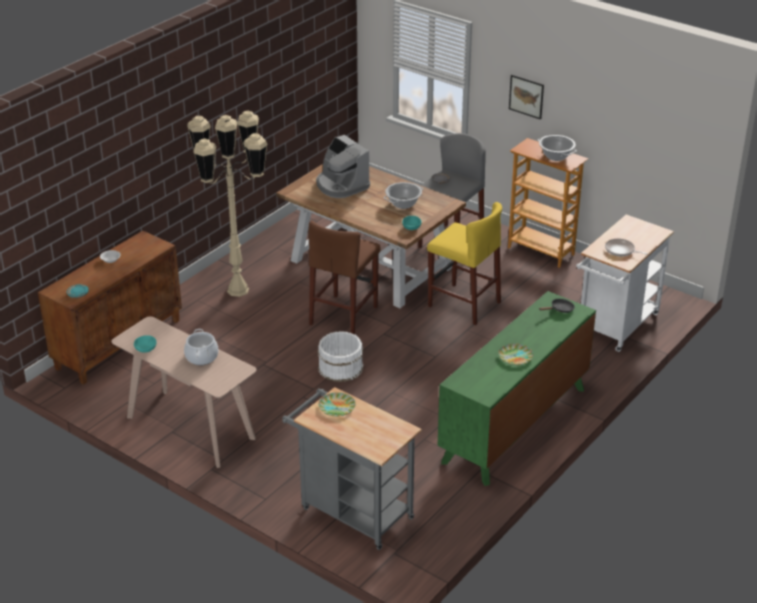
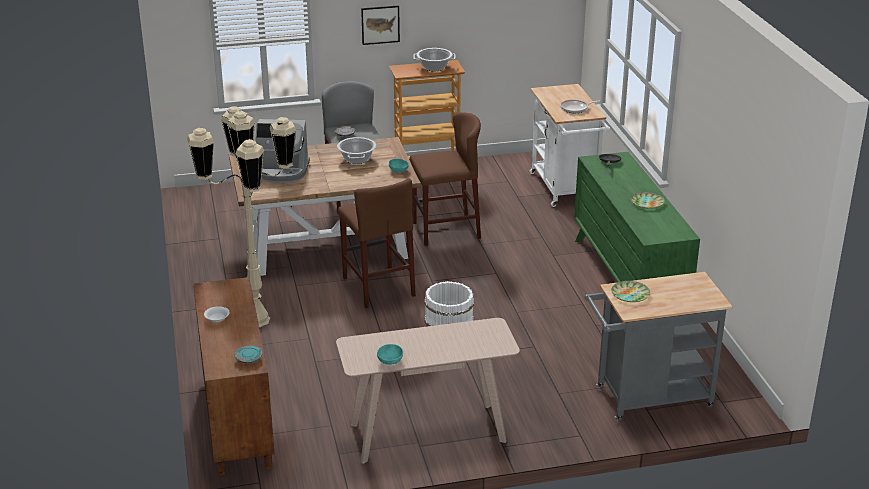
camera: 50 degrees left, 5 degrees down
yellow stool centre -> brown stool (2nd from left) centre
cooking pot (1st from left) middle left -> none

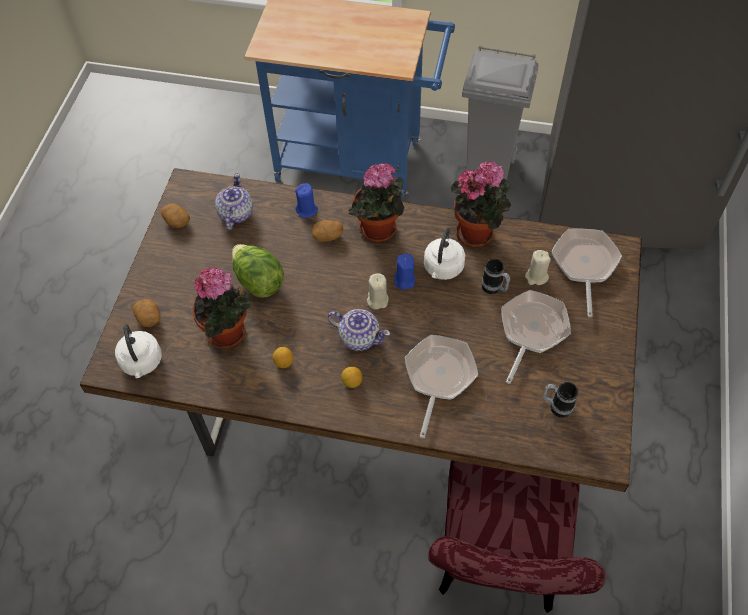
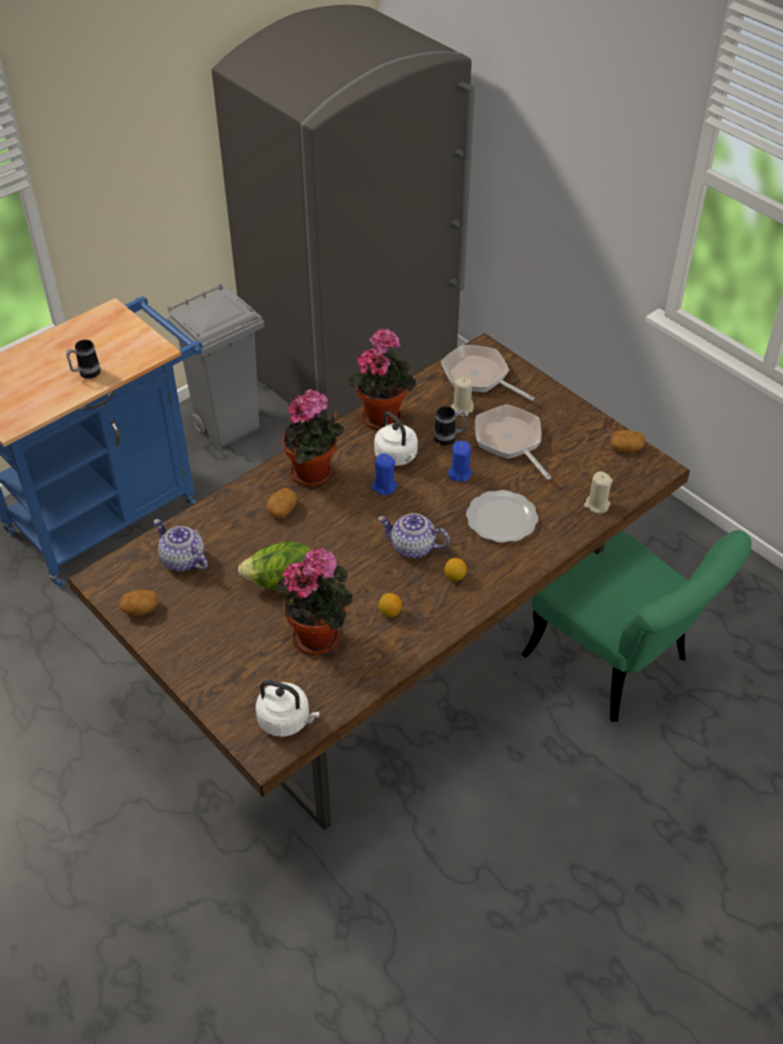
camera: 55 degrees left, 10 degrees down
mug (2nd from left in the first image) middle right -> mug (1st from left) middle left, move
teapot (2nd from left) centre, 135 degrees counterclockwise
blue candle (1st from left in the first image) top centre -> blue candle (2nd from left) centre, move
frying pan (1st from left) centre -> plate centre
red chair bottom right -> green chair middle right
beige candle (1st from left in the first image) centre -> beige candle (2nd from left) middle right, move
potato (1st from left in the first image) middle left -> potato (3rd from left) middle right, move

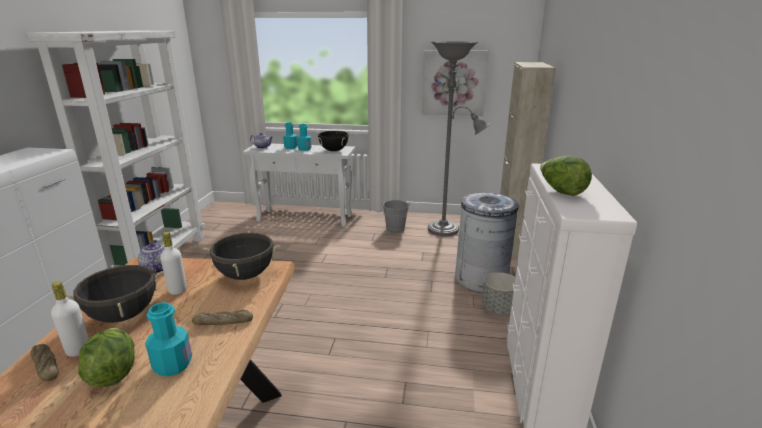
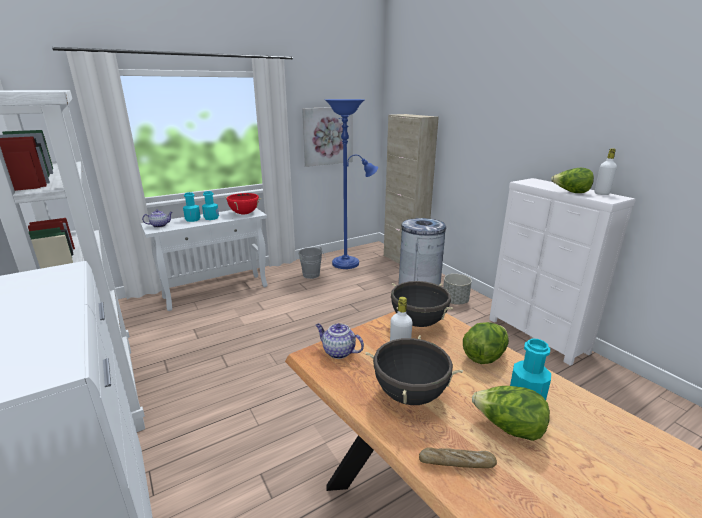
camera: 40 degrees left, 0 degrees up
black cooking pot (3rd from left) top centre -> red cooking pot centre
grey floor lamp top centre -> blue floor lamp centre
bread (2nd from left) bottom left -> lettuce (1st from left) middle right
white bottle (1st from left in the first image) bottom left -> white bottle (2nd from left) top right, move

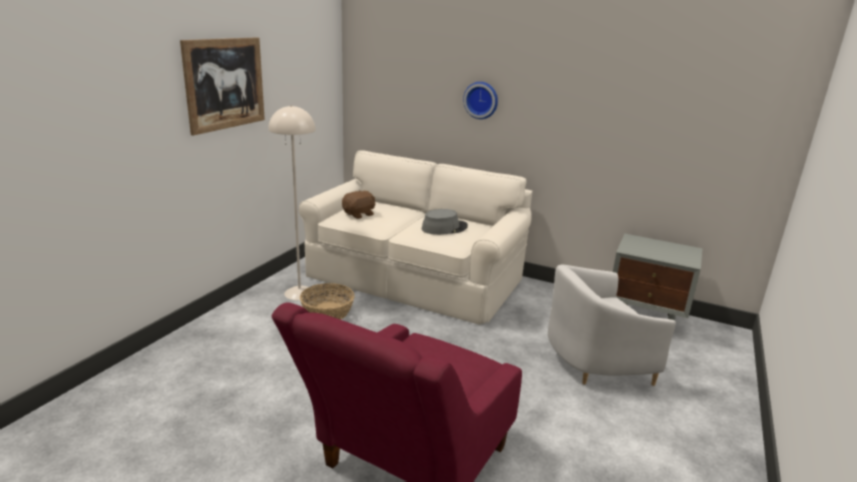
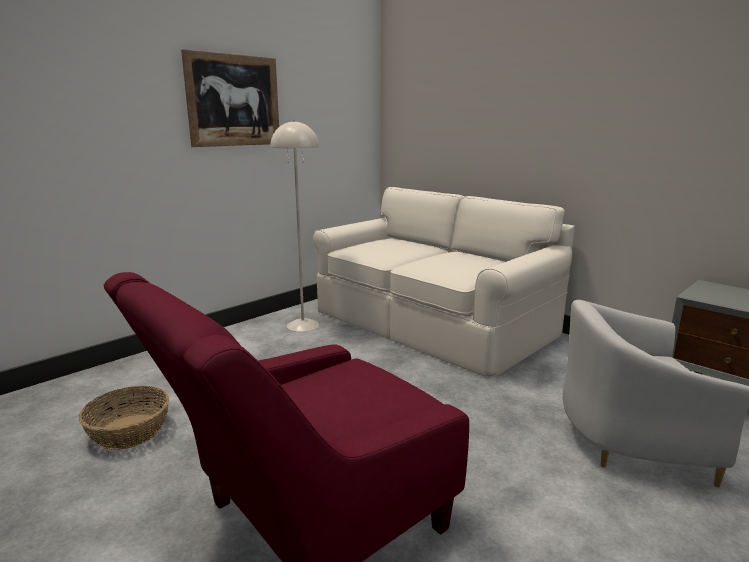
camera: 20 degrees right, 5 degrees down
basket centre -> basket bottom left, move
brown plush toy centre -> none
grey hat centre -> none
wall clock top centre -> none

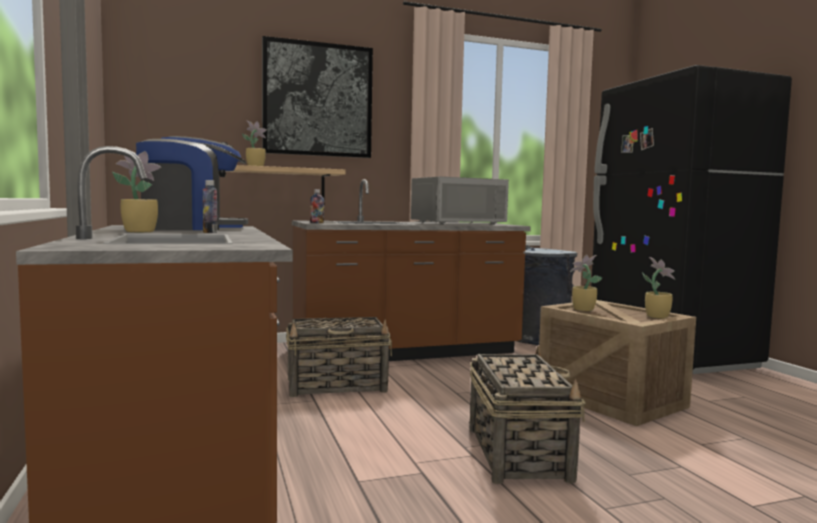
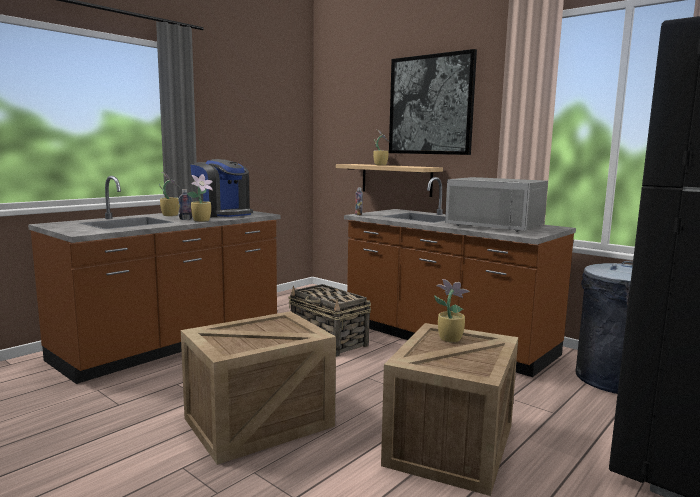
camera: 60 degrees right, 5 degrees up
basket (2nd from left) bottom centre -> crate (1st from left) bottom centre
potted plant (4th from left in the first image) middle right -> potted plant (2nd from left) middle left, move

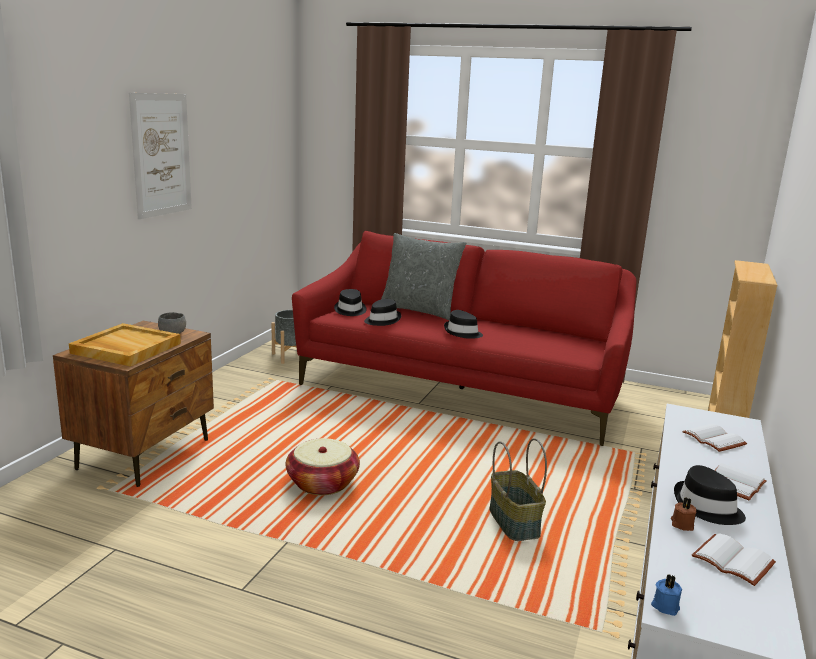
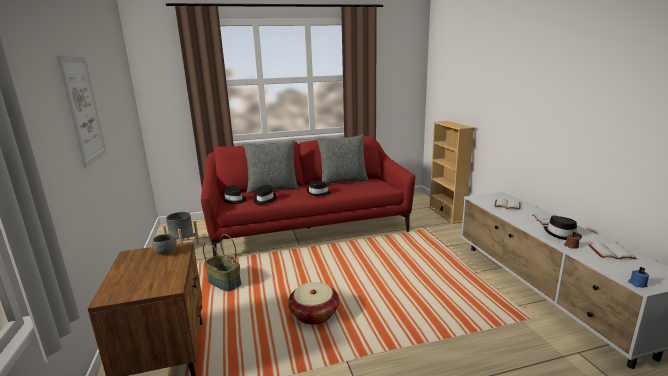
camera: 35 degrees left, 0 degrees up
basket (2nd from left in the first image) bottom centre -> basket (1st from left) bottom left, move
none -> grey pillow (2nd from left) centre
beige tray middle left -> none

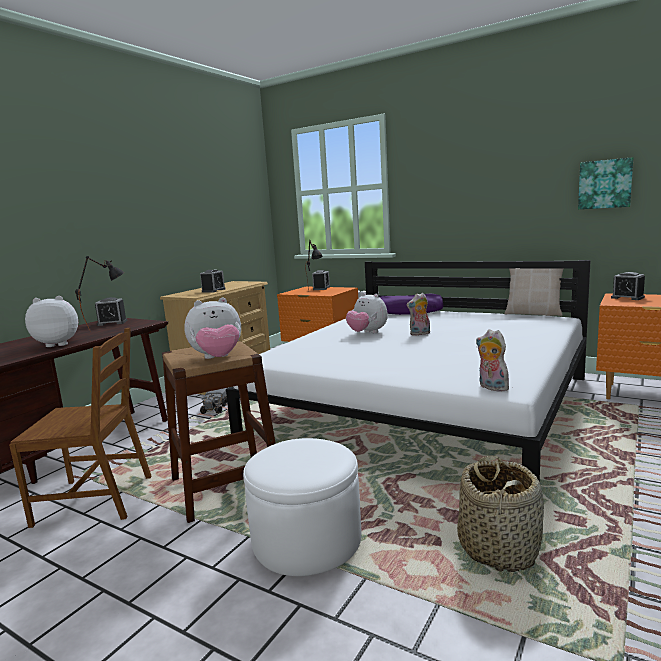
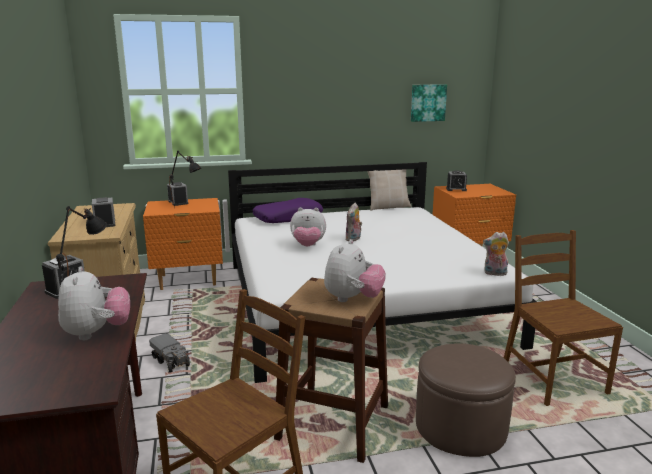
camera: 45 degrees left, 5 degrees up
plush toy (1st from left) middle left, 135 degrees clockwise
white ottoman bottom centre -> brown ottoman bottom right
basket bottom right -> brown chair (2nd from left) bottom right

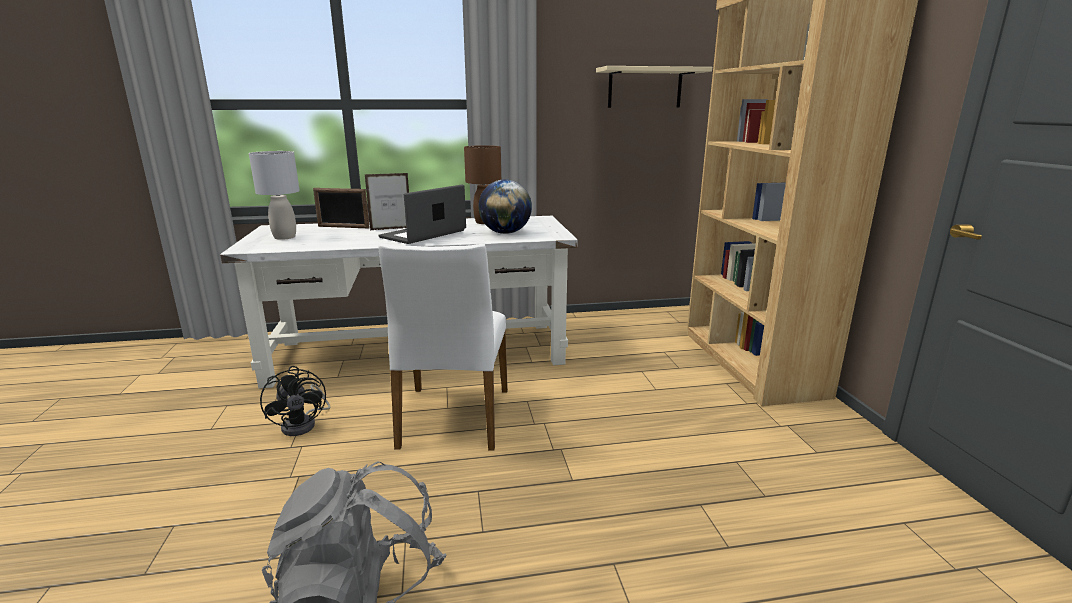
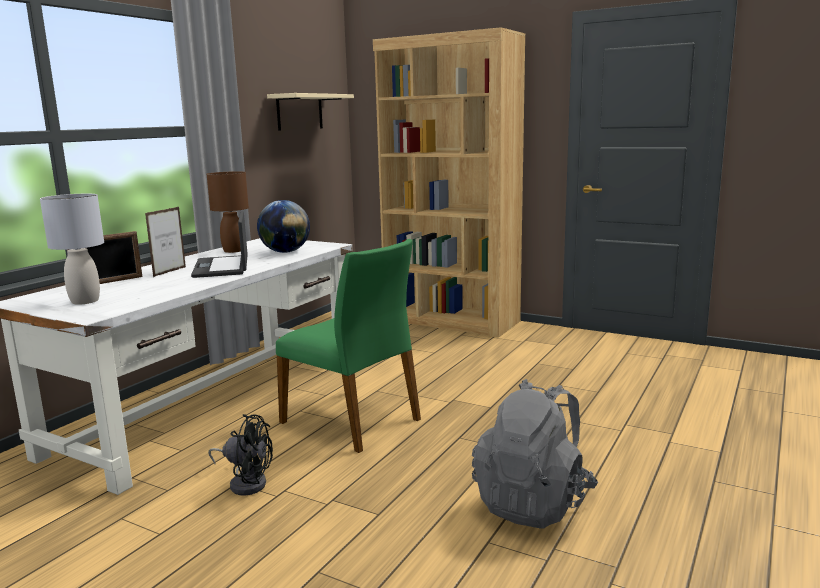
camera: 50 degrees left, 5 degrees down
white chair centre -> green chair centre

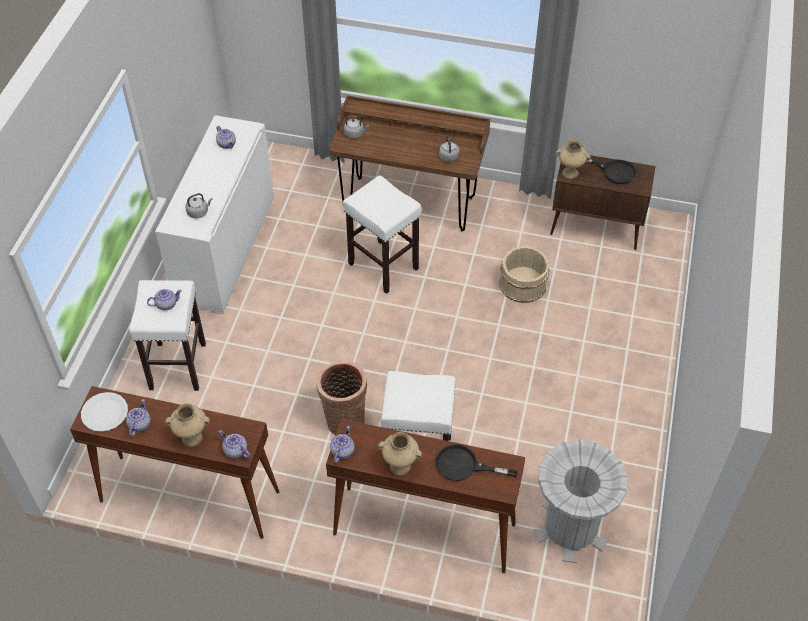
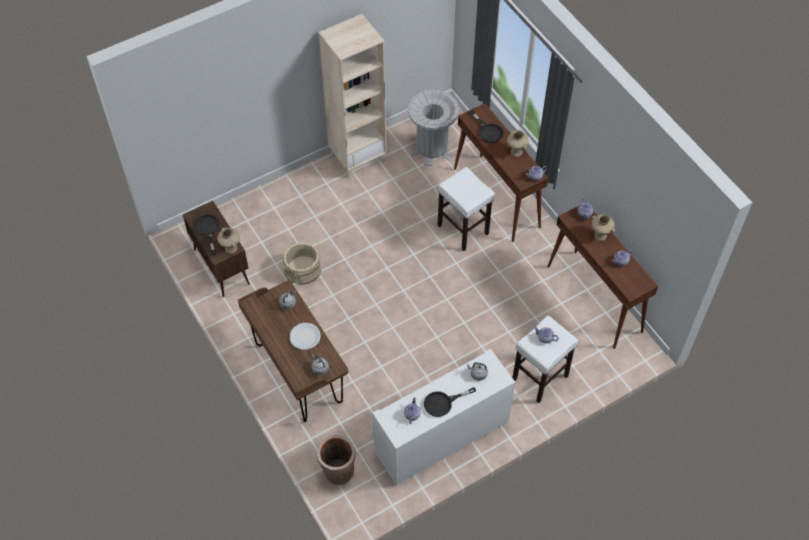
camera: 135 degrees left, 5 degrees up
white plate middle left -> white plate centre, move
basket centre -> basket bottom centre, move
none -> beige bookcase top centre
none -> black frying pan (2nd from left) bottom centre
white stool (2nd from left) centre -> none

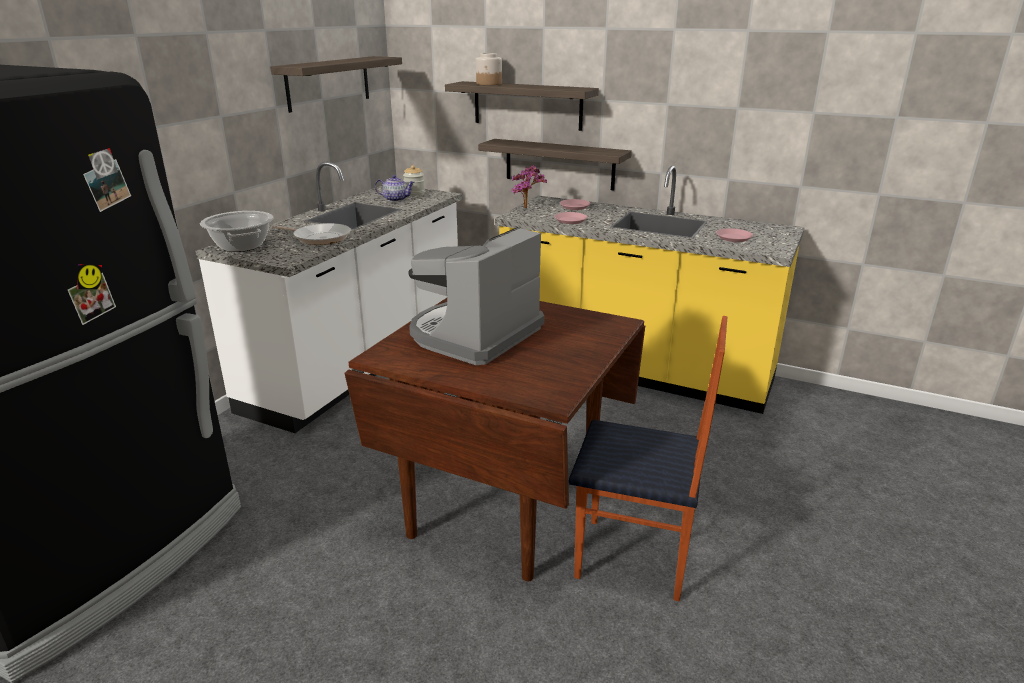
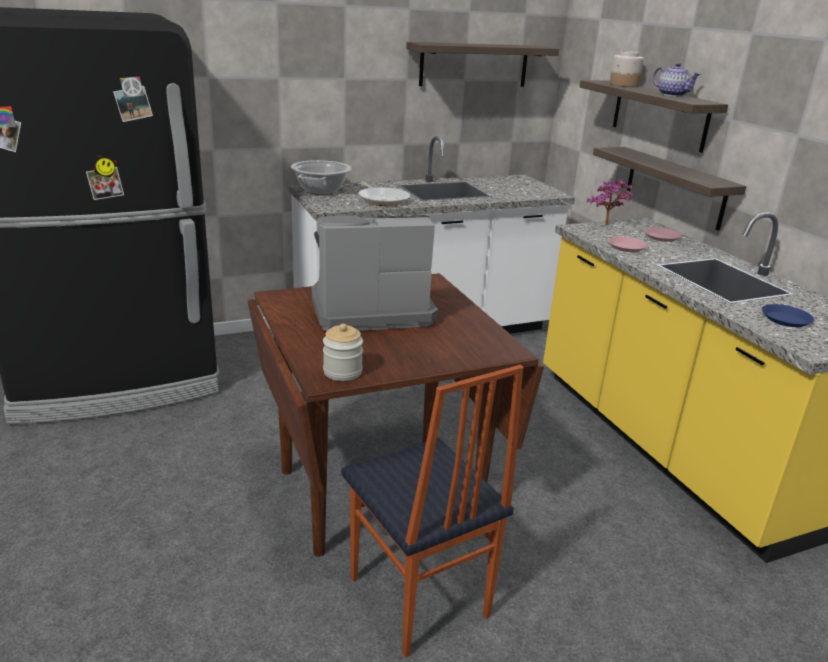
camera: 40 degrees right, 0 degrees up
jar (1st from left) top centre -> jar (1st from left) centre, move
teapot top centre -> teapot top right, move
pink plate (3rd from left) middle right -> blue plate middle right

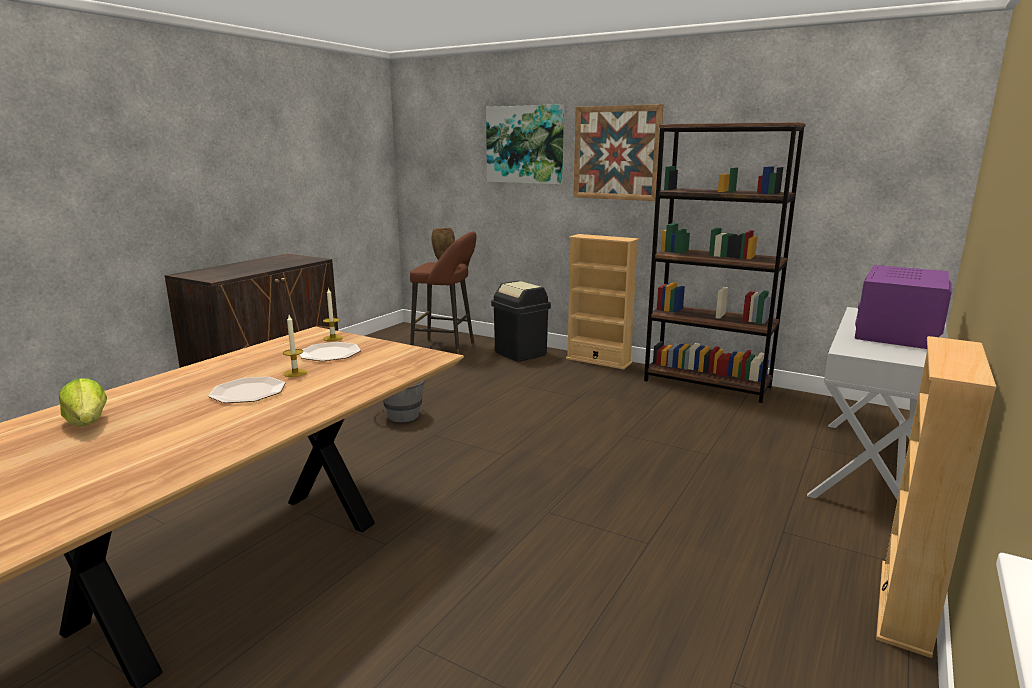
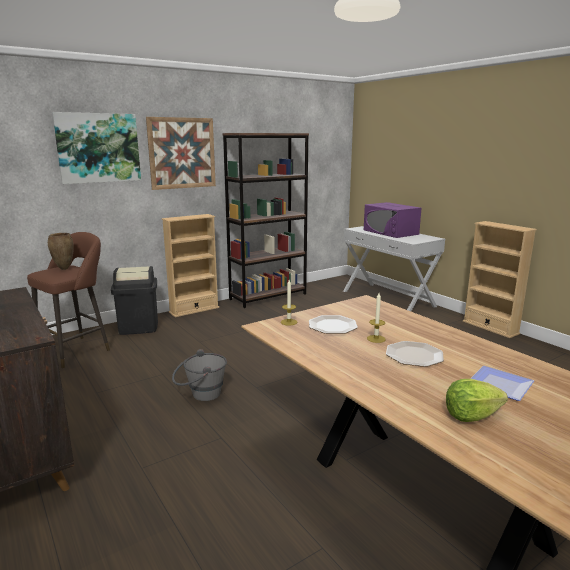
camera: 65 degrees left, 0 degrees up
none -> plate (3rd from left) bottom right

